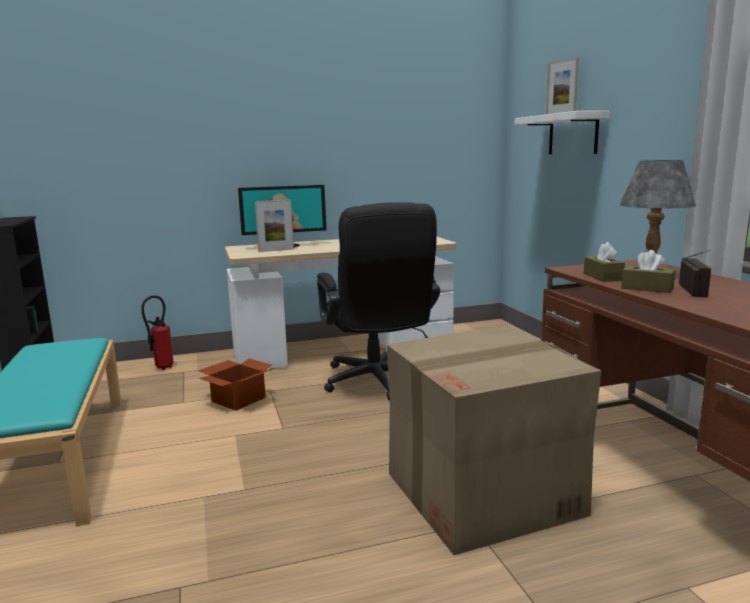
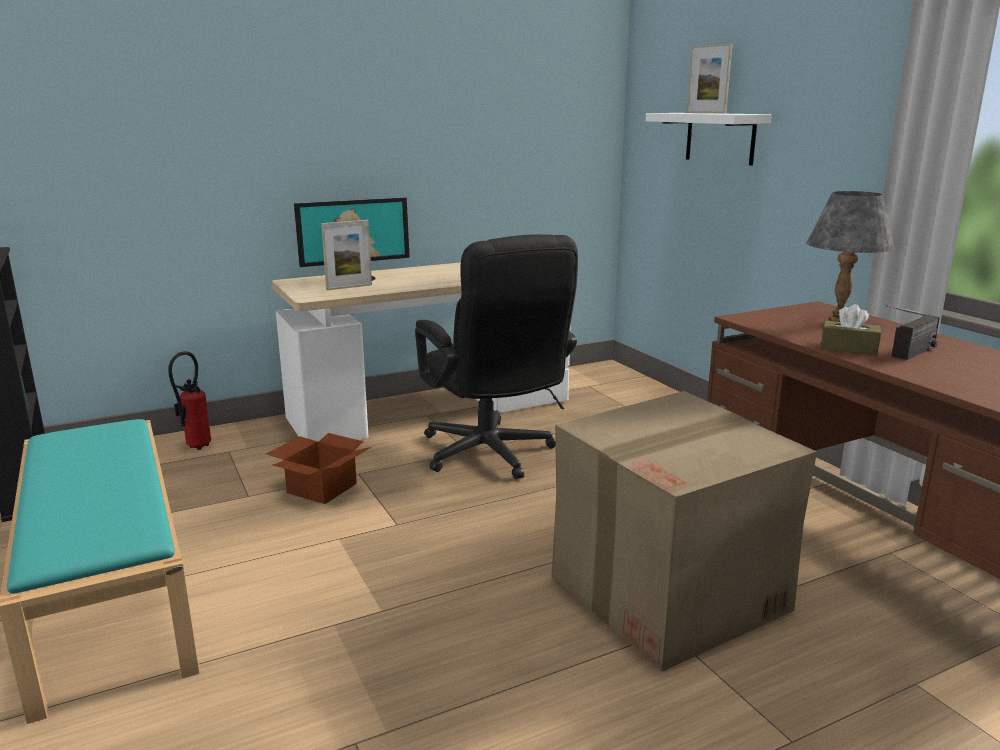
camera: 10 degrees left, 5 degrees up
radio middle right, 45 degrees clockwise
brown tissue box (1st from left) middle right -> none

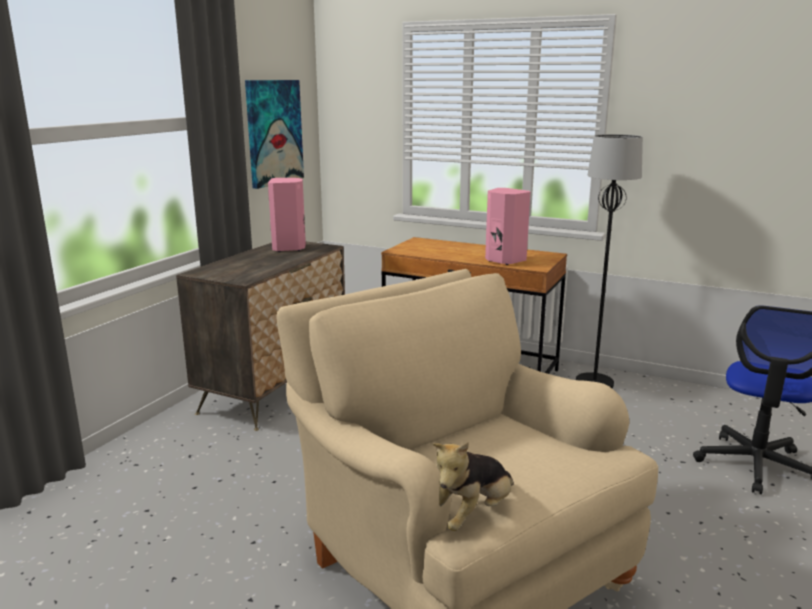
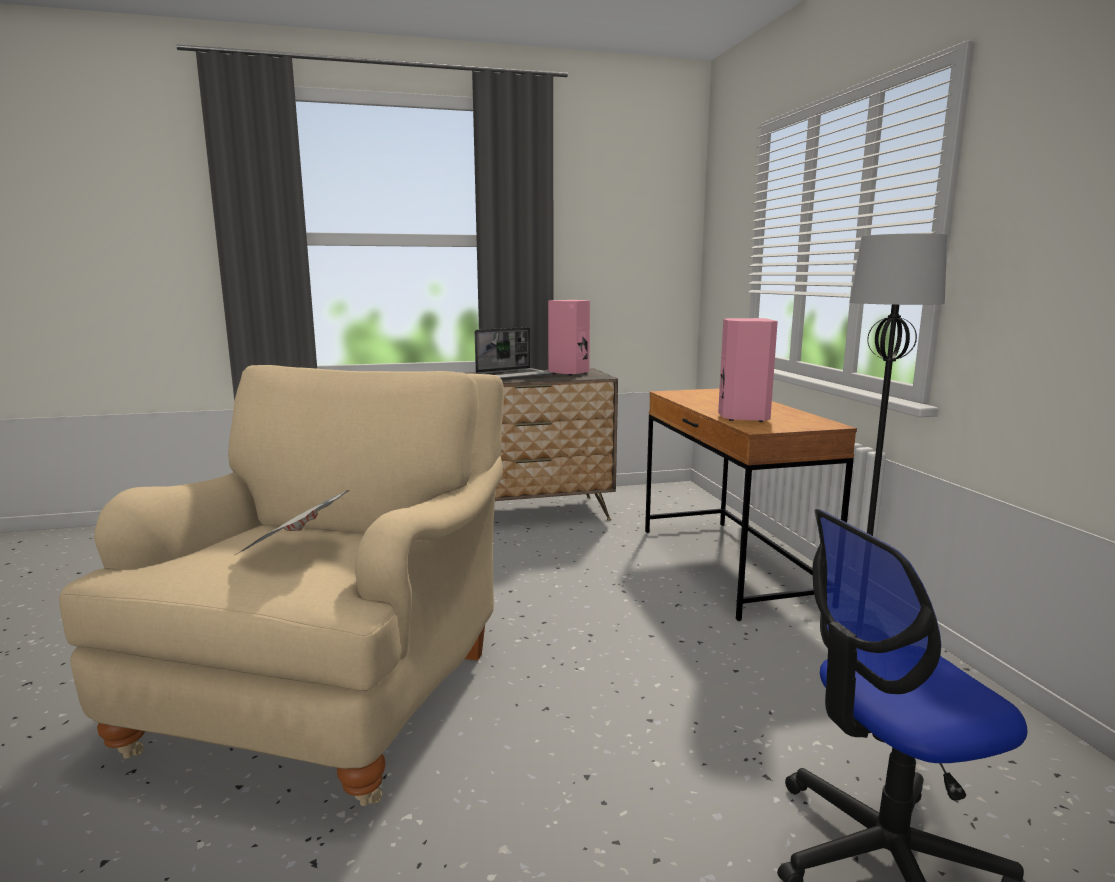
camera: 50 degrees right, 5 degrees down
none -> newspaper middle left
none -> laptop centre
picture top centre -> none
plush toy bottom centre -> none

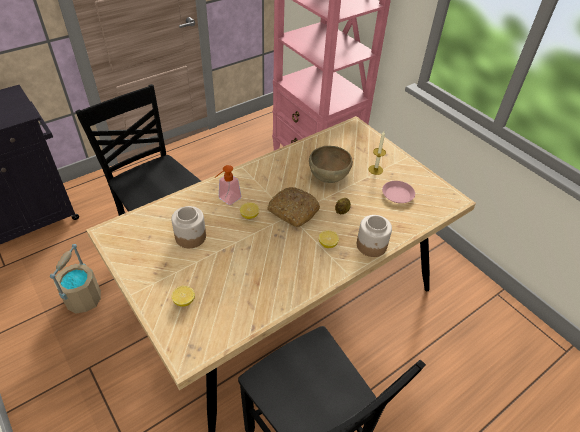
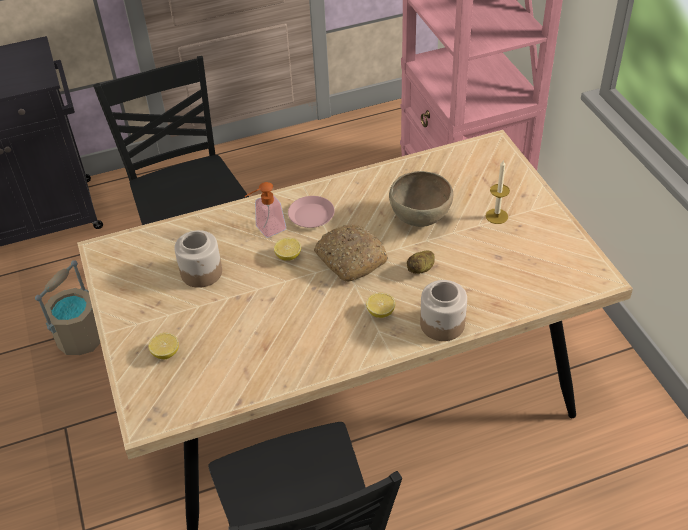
camera: 20 degrees right, 0 degrees up
pink plate middle right -> pink plate centre, move

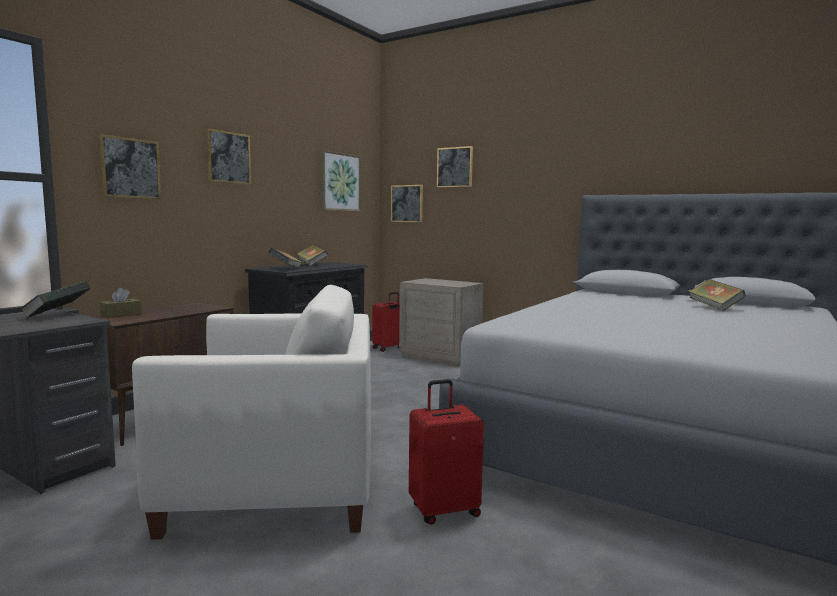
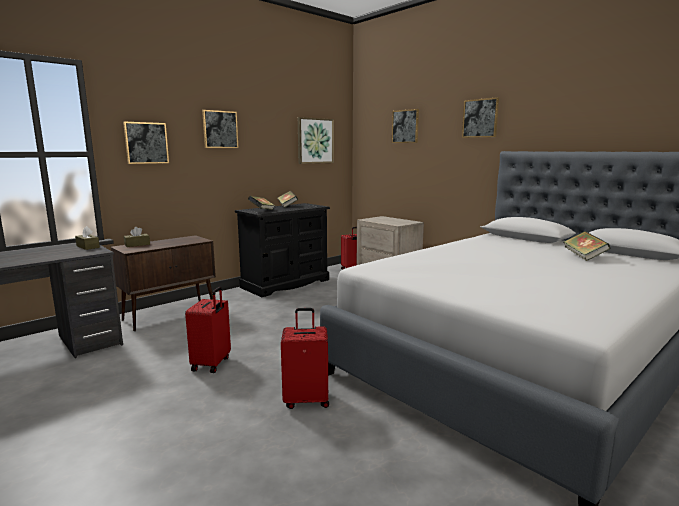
camera: 15 degrees right, 5 degrees up
book (1st from left) middle left -> brown tissue box (1st from left) middle left
white armchair bottom left -> red suitcase (1st from left) middle left
picture (4th from left in the first image) centre -> picture (5th from left) top right, move

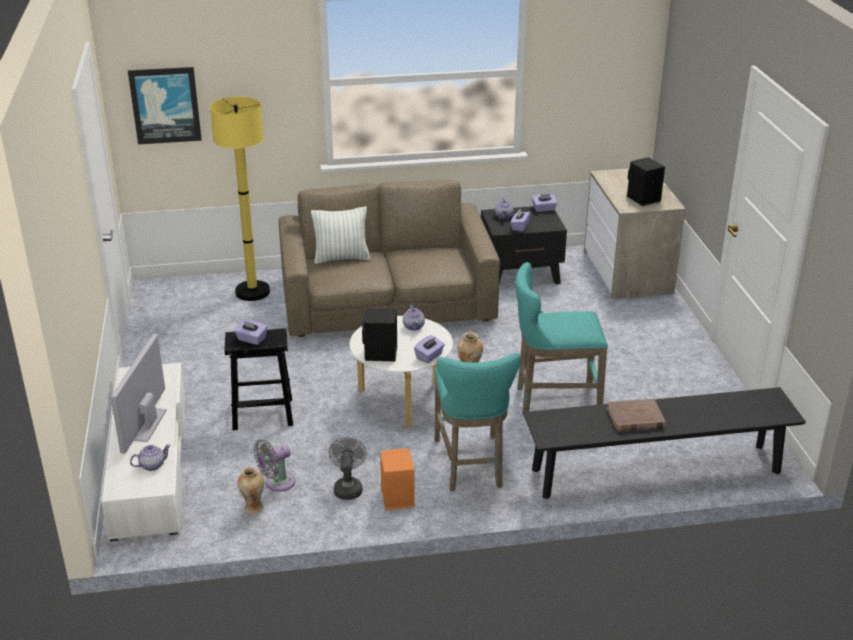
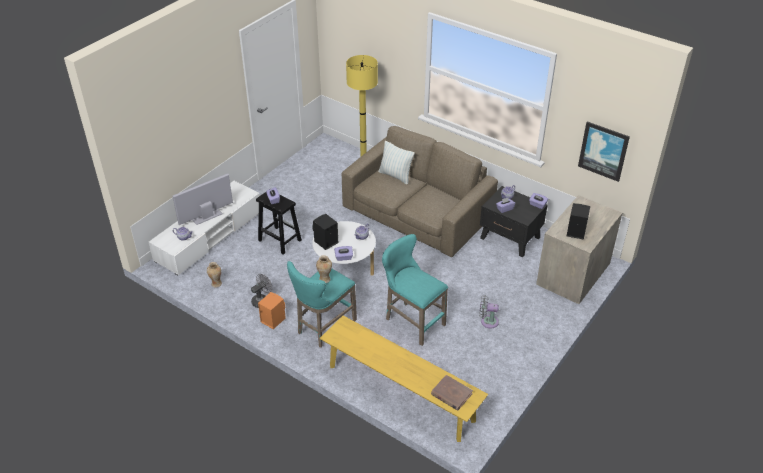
camera: 45 degrees right, 10 degrees up
black bench bottom right -> yellow bench bottom centre
brown book middle right -> brown book bottom centre, move
grey fan (1st from left in the first image) bottom left -> grey fan (2nd from left) centre, move
picture top left -> picture top right, move

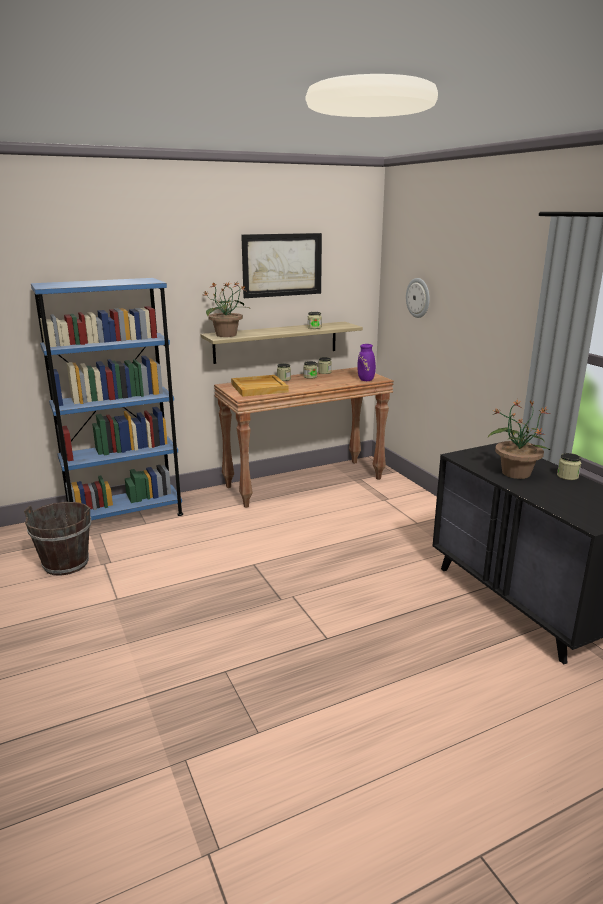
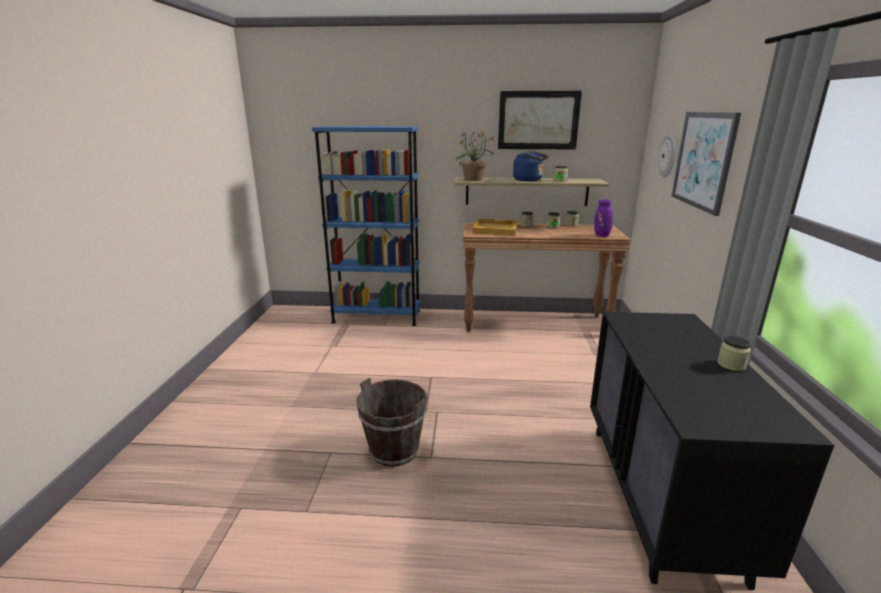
camera: 30 degrees right, 0 degrees up
brown bucket middle left -> brown bucket bottom centre, move
none -> blue kettle top centre
none -> picture (2nd from left) top right
potted plant (2nd from left) middle right -> none

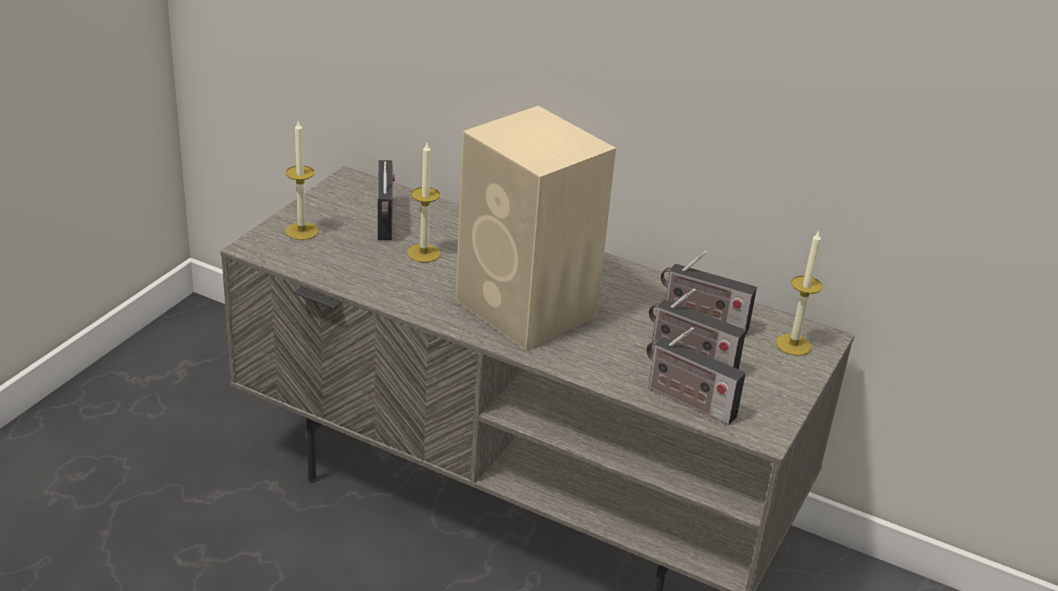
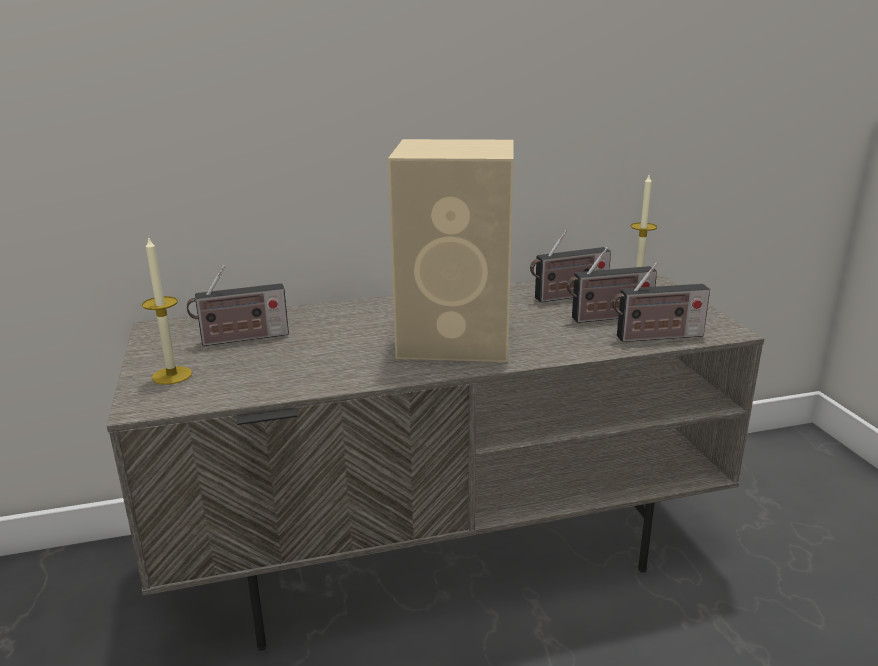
camera: 40 degrees left, 10 degrees down
radio (1st from left) centre -> radio (1st from left) middle left, 120 degrees clockwise
candle (2nd from left) centre -> none

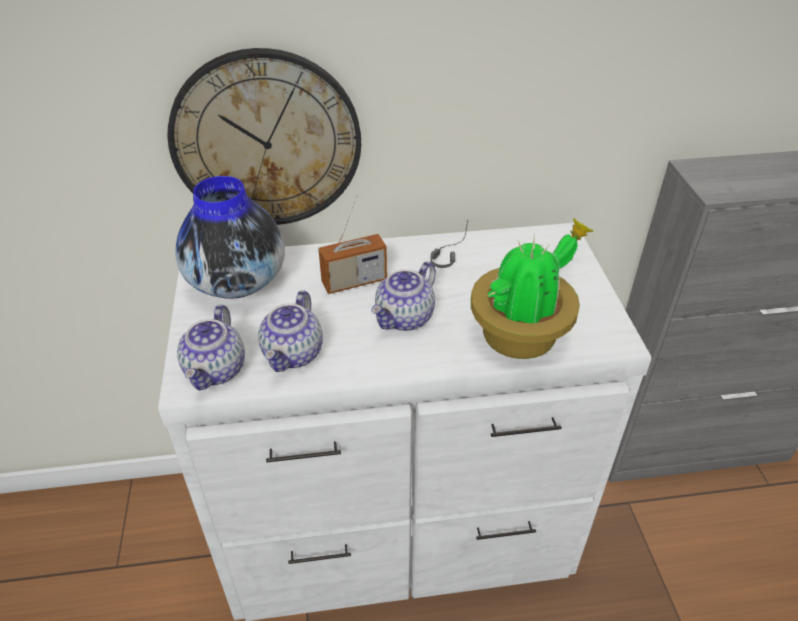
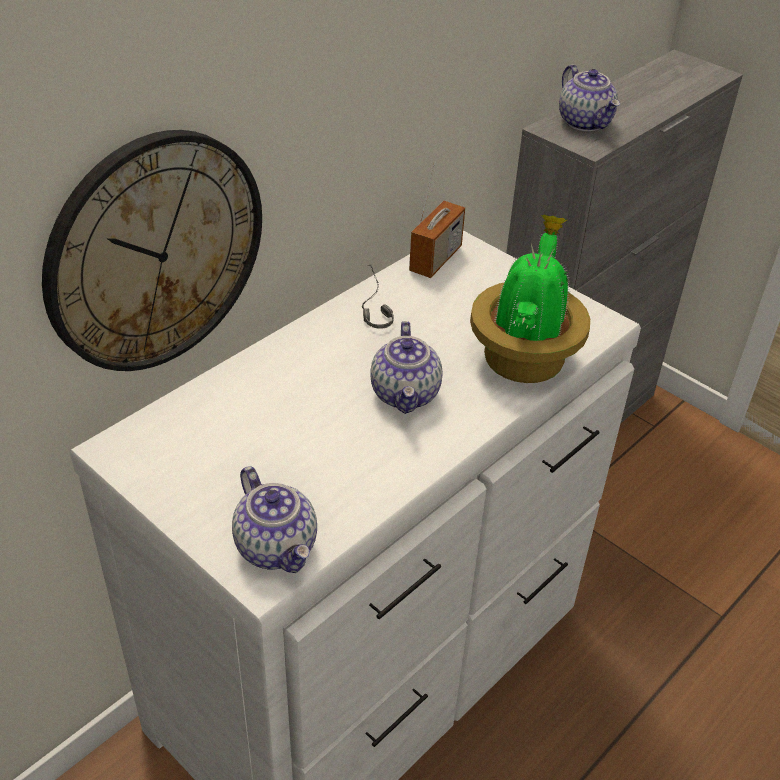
camera: 40 degrees left, 0 degrees up
radio centre -> radio top centre, move
teapot (2nd from left in the first image) centre -> teapot (3rd from left) top right, move
vase middle left -> none

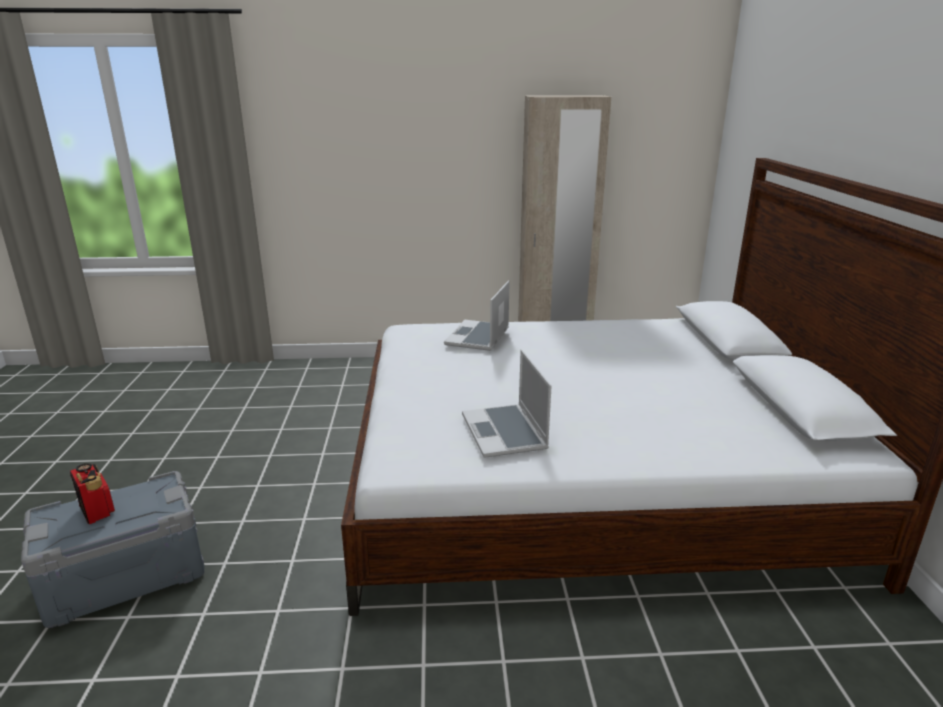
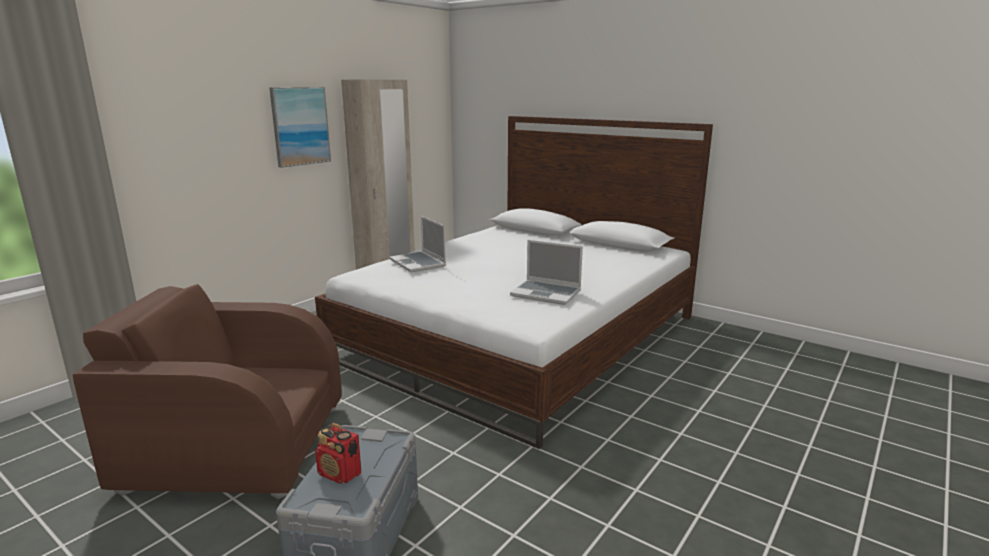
camera: 50 degrees left, 5 degrees down
none -> brown armchair bottom left
none -> picture top left
radio bottom left -> radio bottom centre, 150 degrees counterclockwise

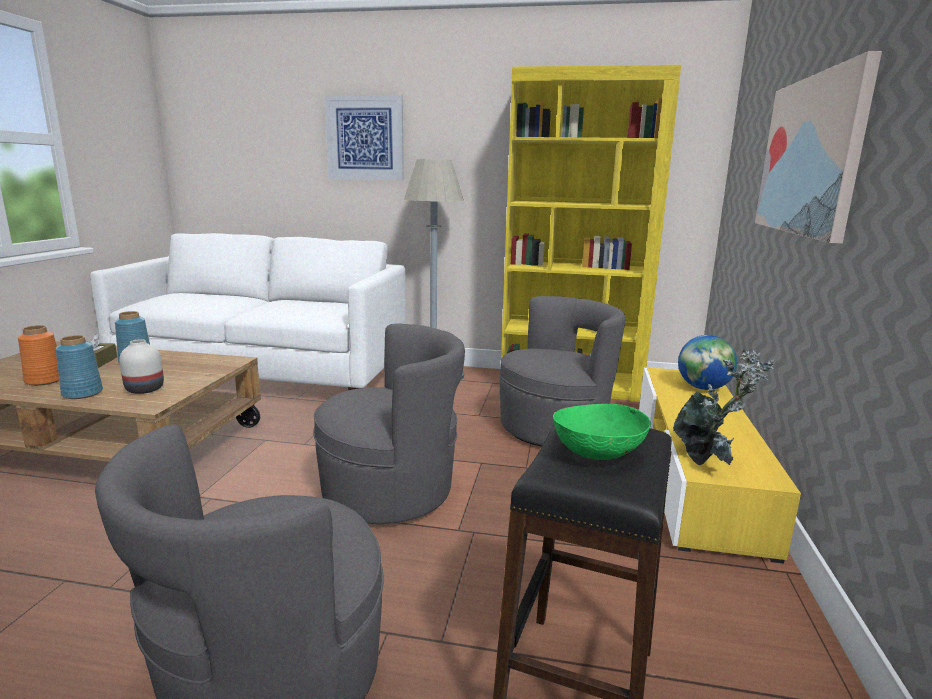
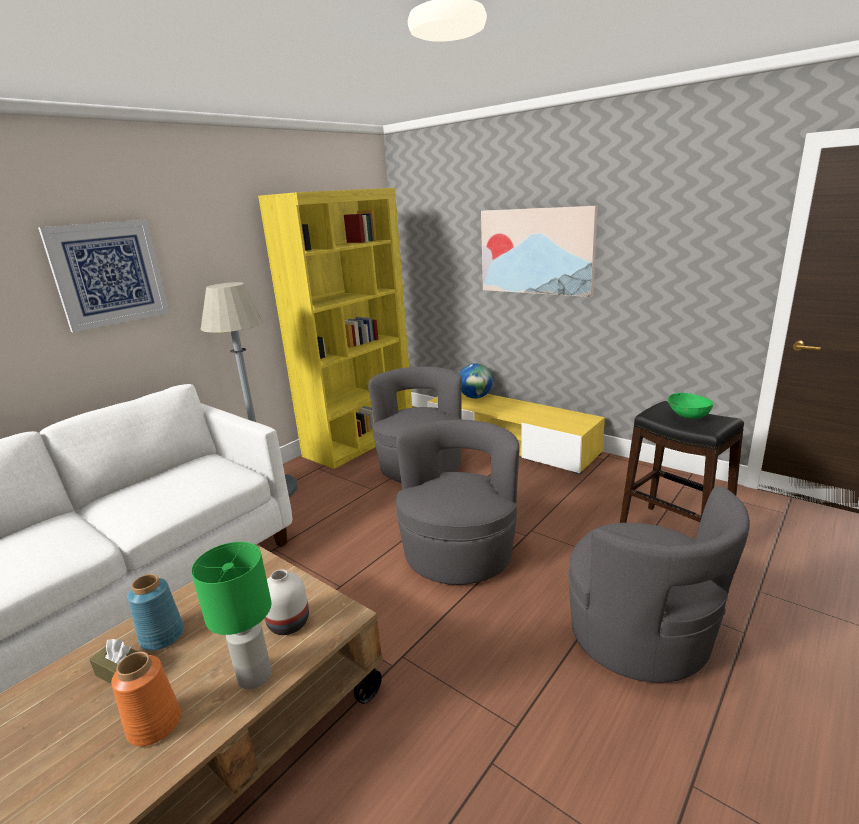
camera: 60 degrees left, 5 degrees up
blue vase (1st from left) middle left -> green table lamp bottom left
potted plant middle right -> none

